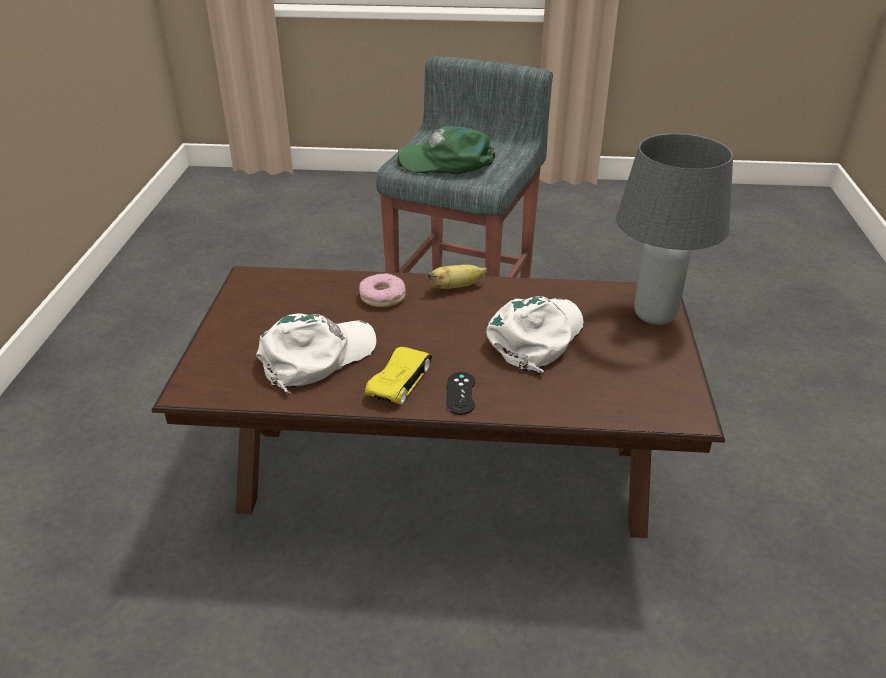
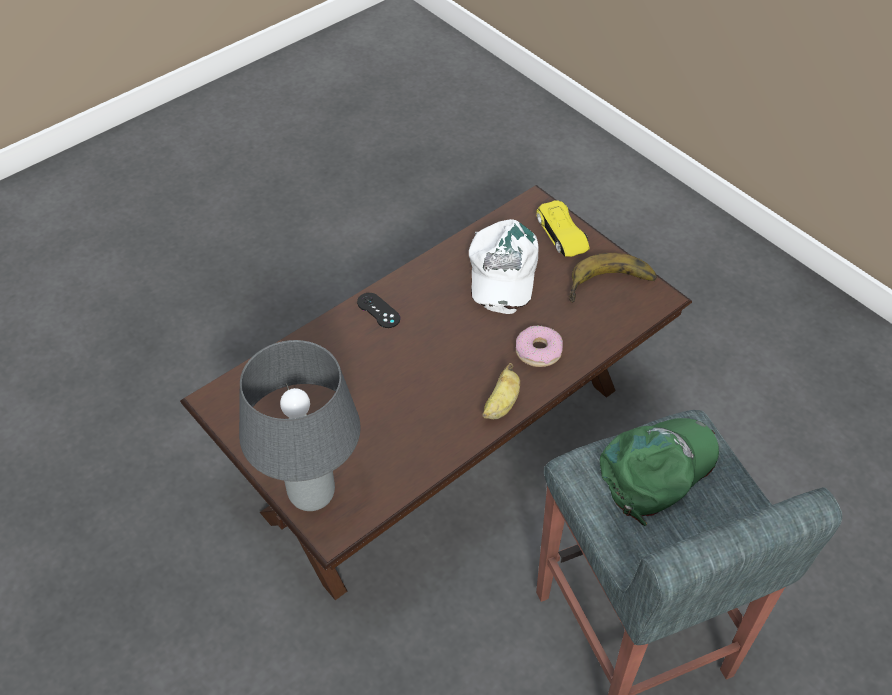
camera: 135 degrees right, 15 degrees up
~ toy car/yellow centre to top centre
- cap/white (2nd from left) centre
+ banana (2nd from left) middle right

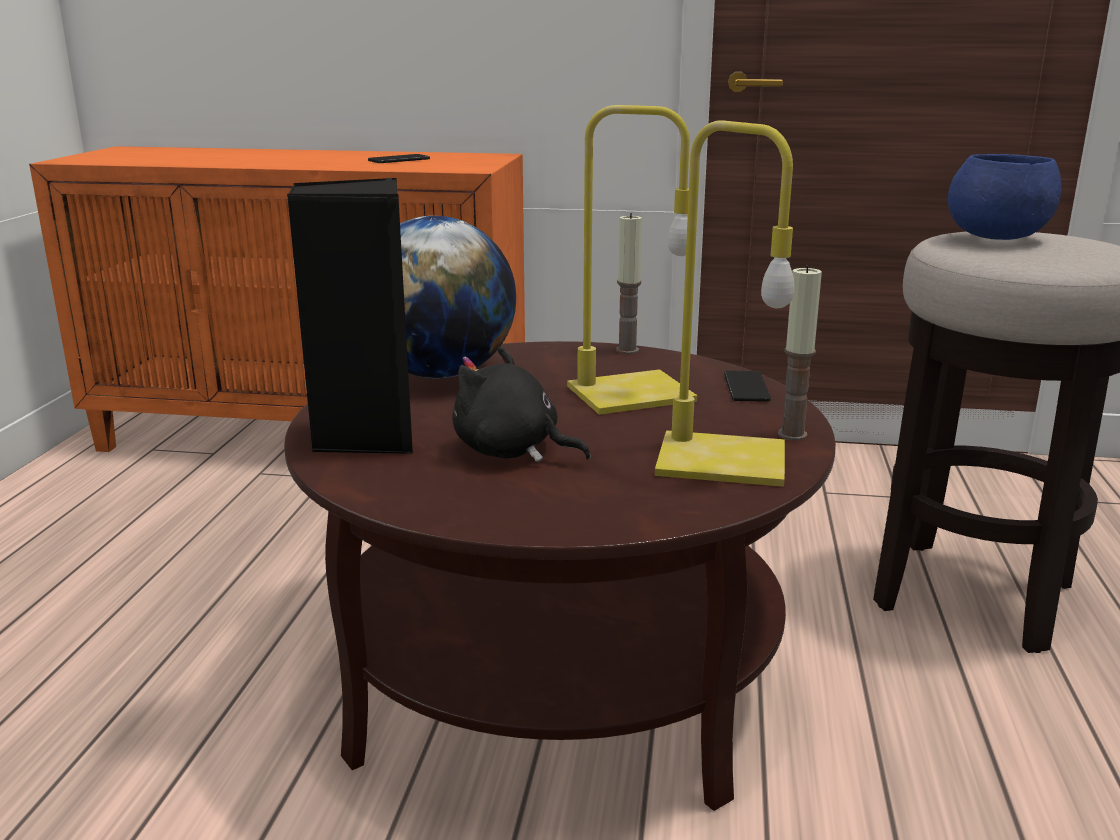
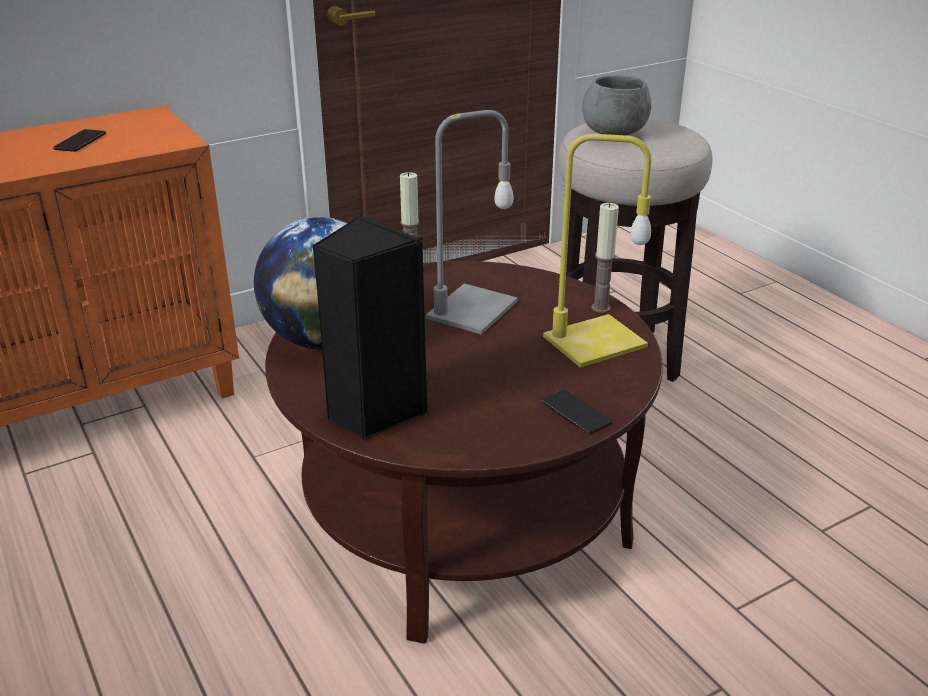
camera: 40 degrees left, 10 degrees up
- plush toy/black centre
~ table lamp/yellow (1st from left) top centre to table lamp/grey top centre
~ phone (2nd from left) middle right to centre
~ bowl/blue top right to bowl/grey top centre

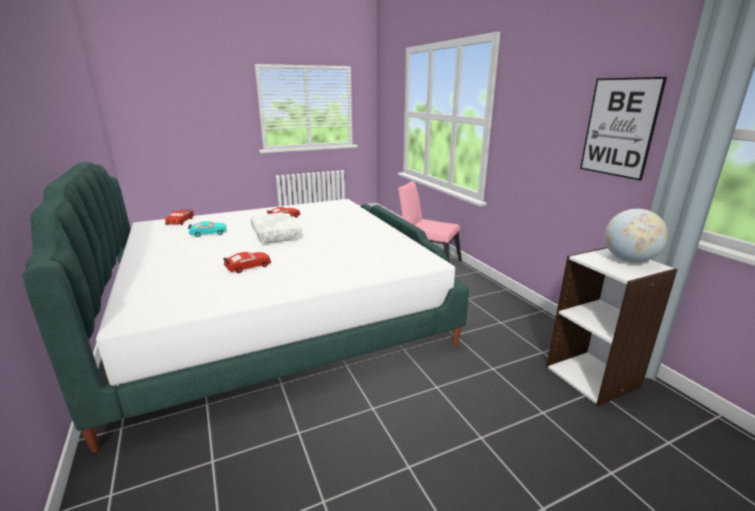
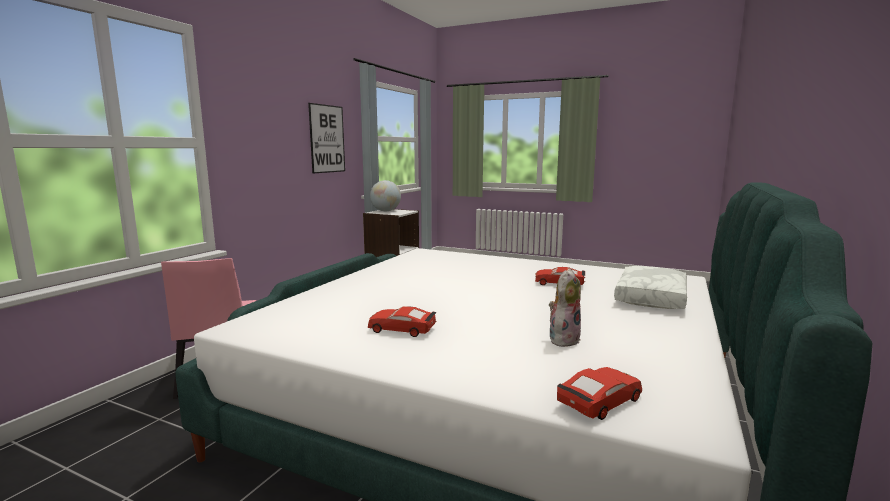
camera: 130 degrees left, 10 degrees down
~ toy car/turquoise middle left to plush toy centre
~ pillow/white centre to middle right

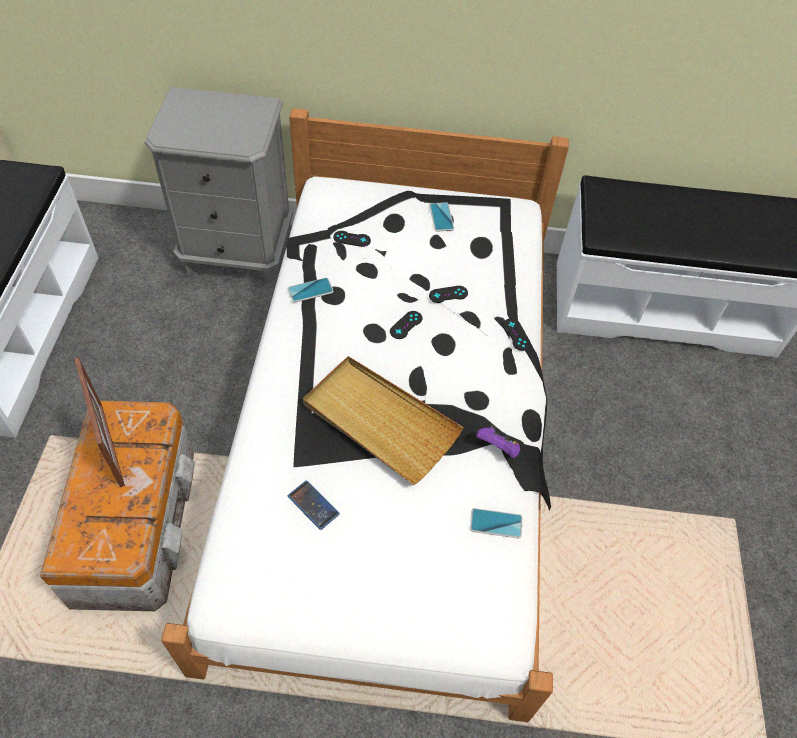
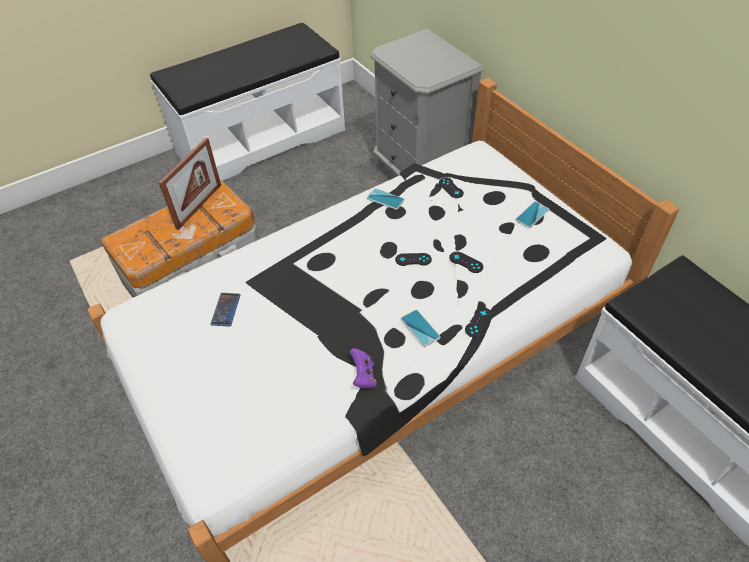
camera: 55 degrees right, 5 degrees down
- tray/beige centre
~ phone (4th from left in the first image) bottom centre to phone (3rd from left) centre

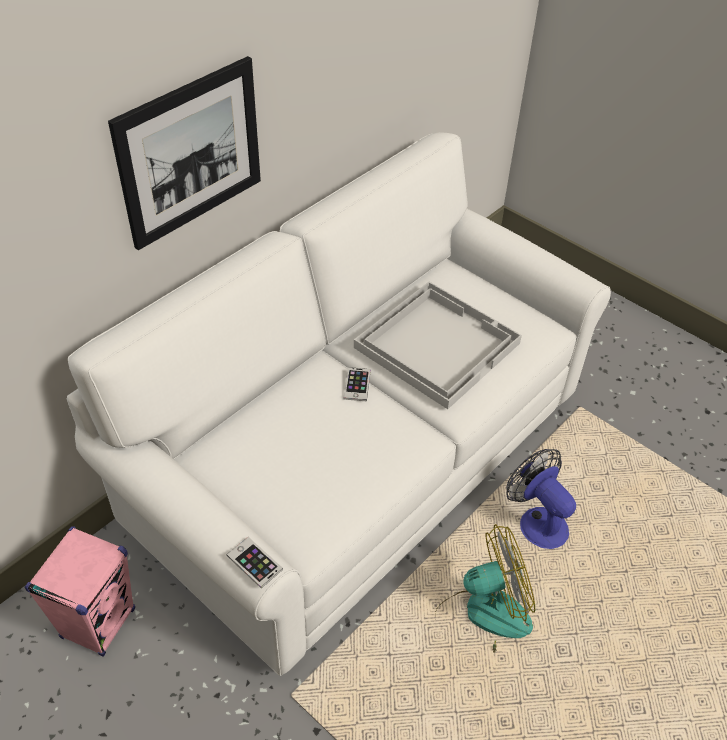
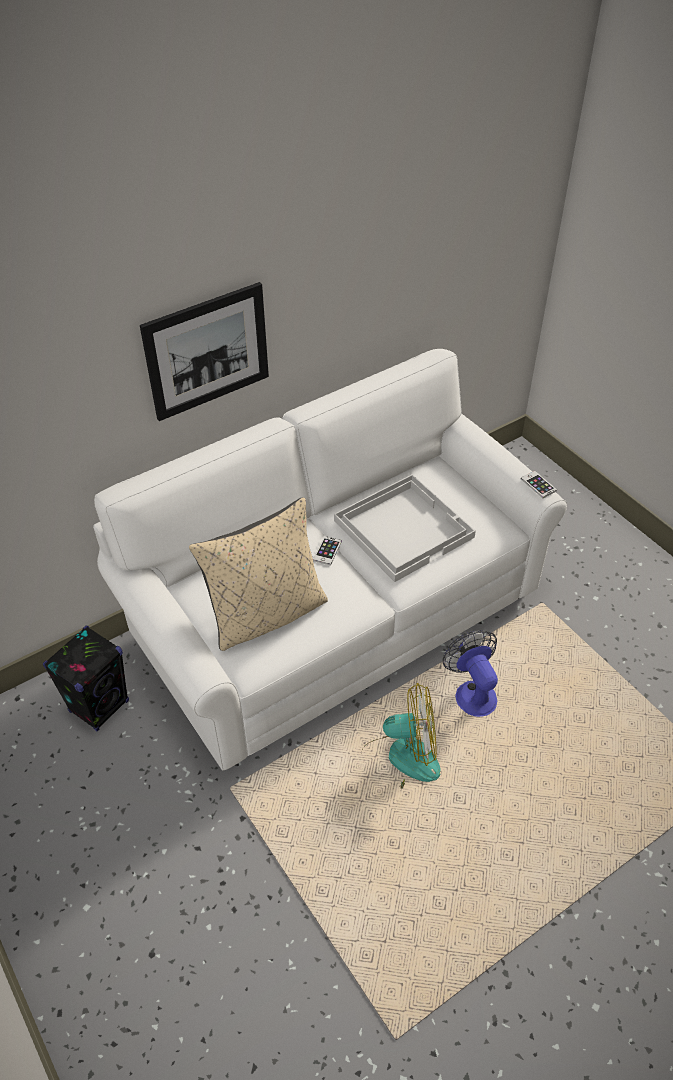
camera: 15 degrees right, 0 degrees up
~ speaker/pink bottom left to speaker/black middle left
~ phone (1st from left in the first image) bottom centre to phone (2nd from left) middle right
+ pillow/beige centre

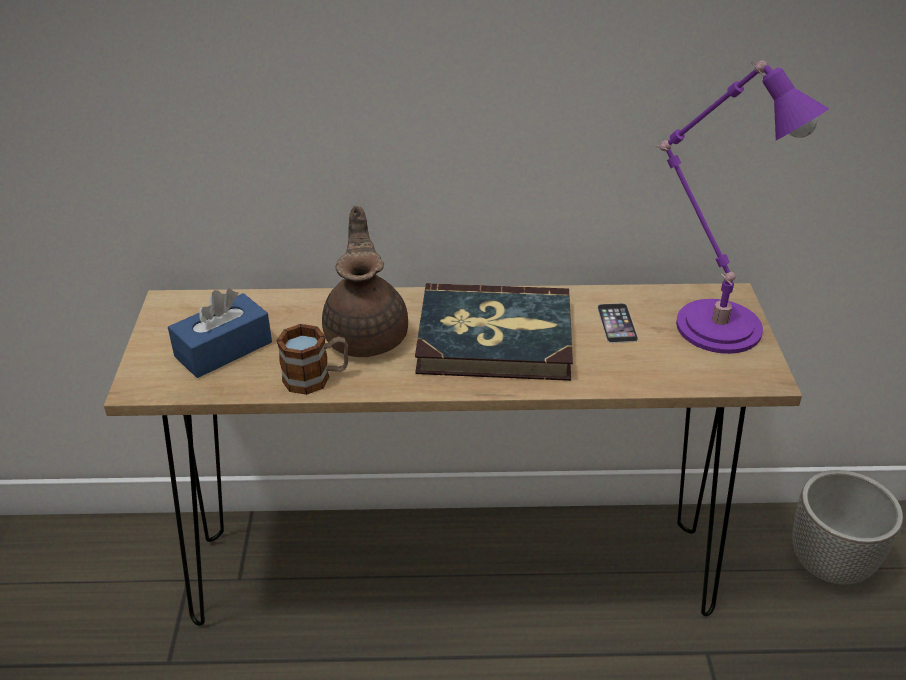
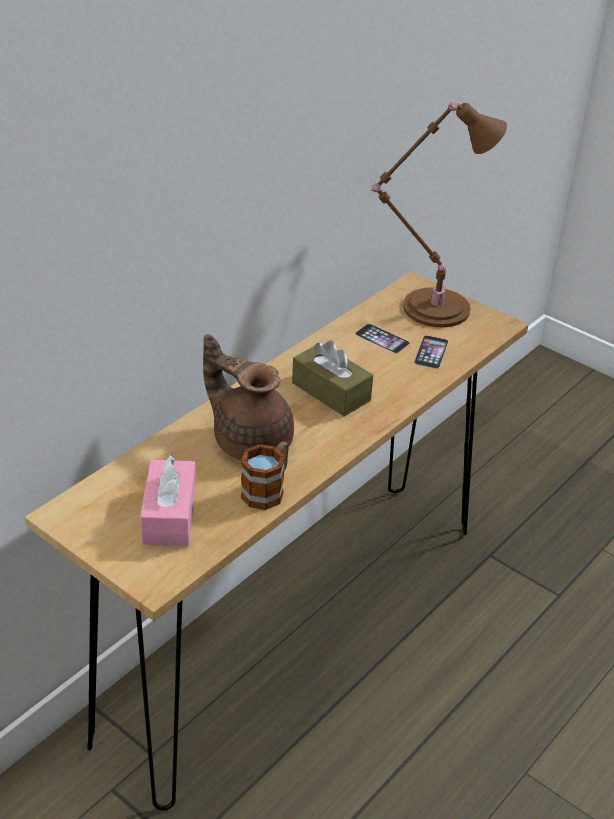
camera: 50 degrees left, 0 degrees up
~ tissue box/blue middle left to tissue box/pink middle left
~ book centre to tissue box/brown centre
~ table lamp/purple top right to table lamp/brown top right
- planter bottom right
+ phone (2nd from left) middle right

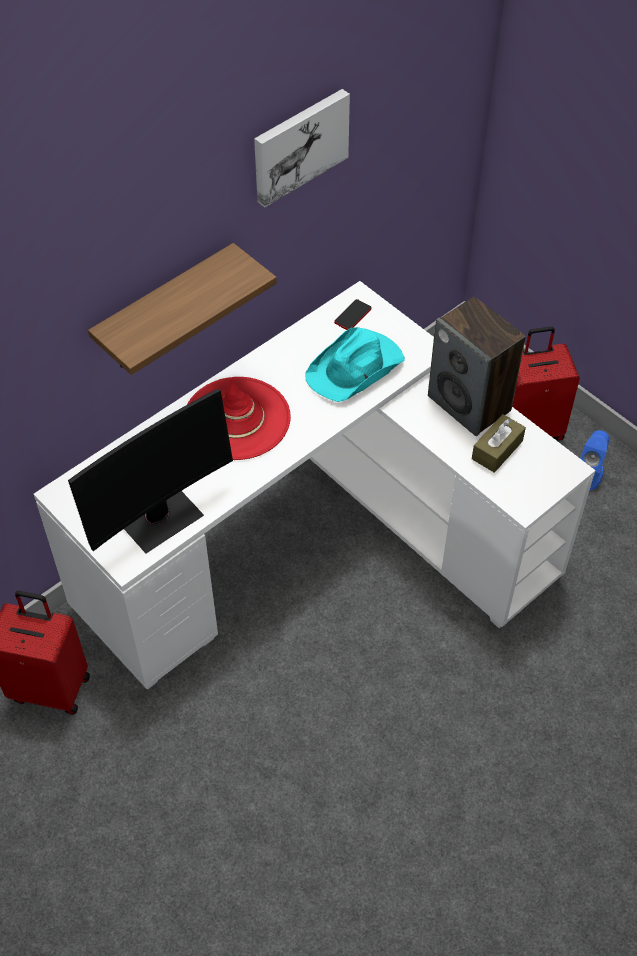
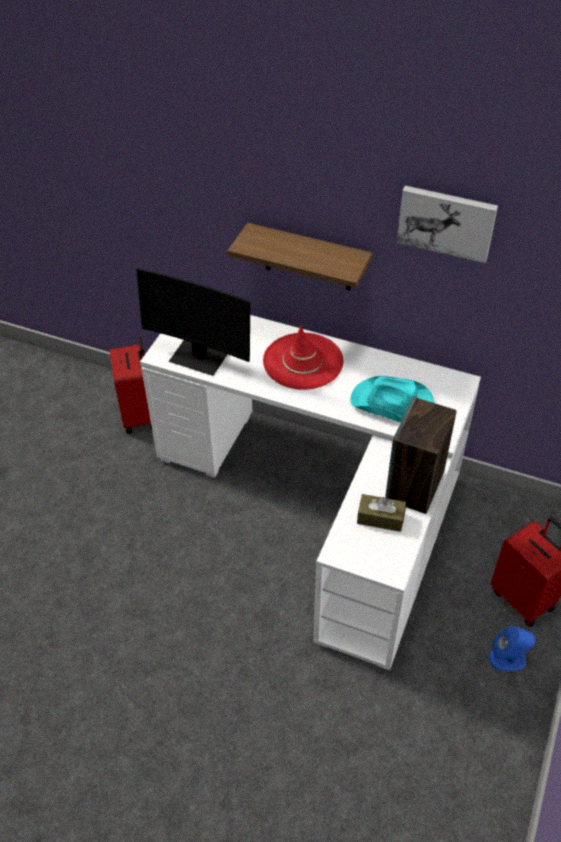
camera: 65 degrees right, 5 degrees down
- phone top centre

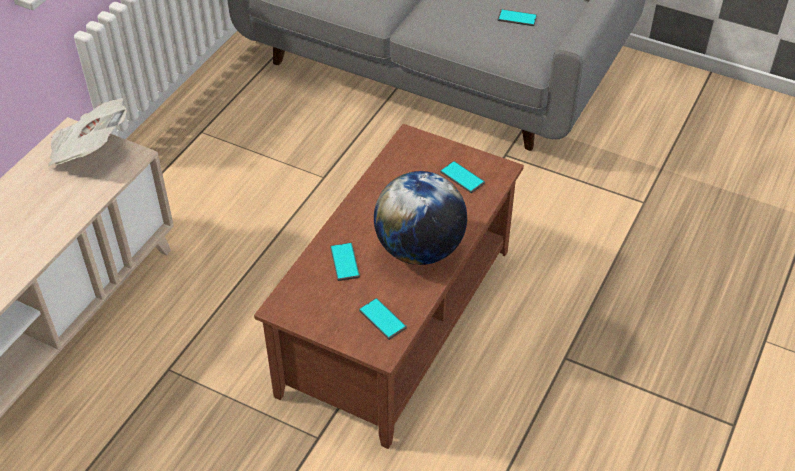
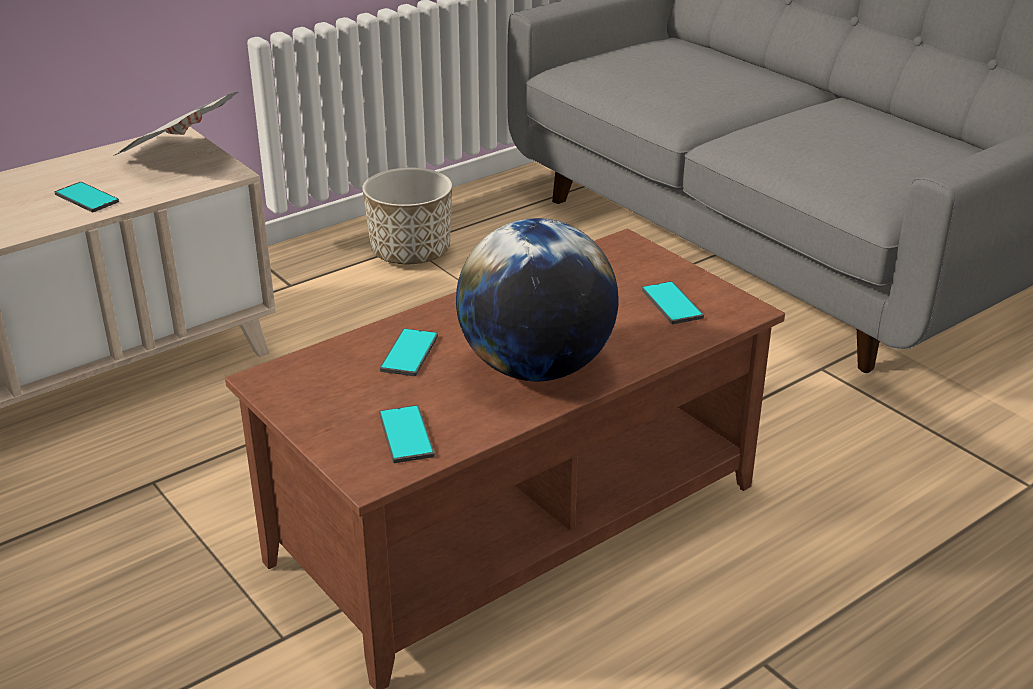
camera: 25 degrees right, 15 degrees down
~ phone (4th from left in the first image) top centre to phone (1st from left) top left
+ planter top centre

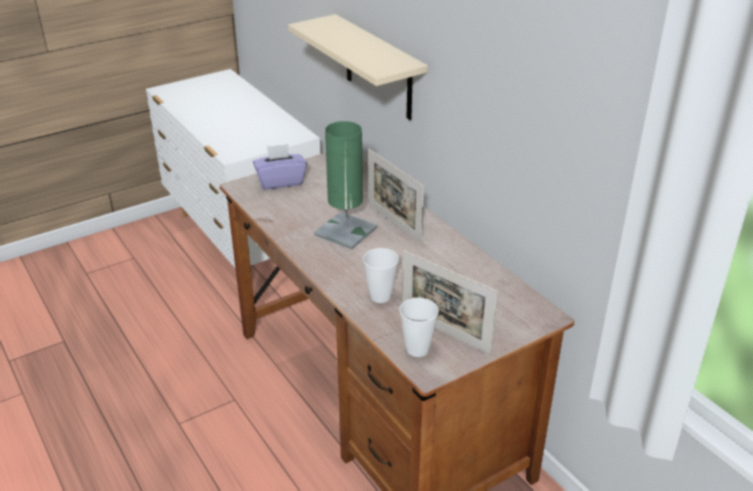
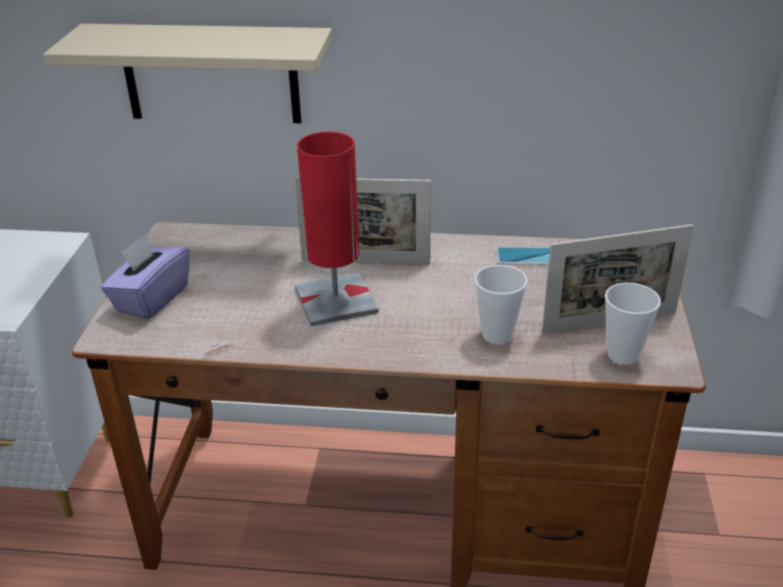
camera: 50 degrees left, 0 degrees up
~ table lamp/green centre to table lamp/red centre
+ phone middle right

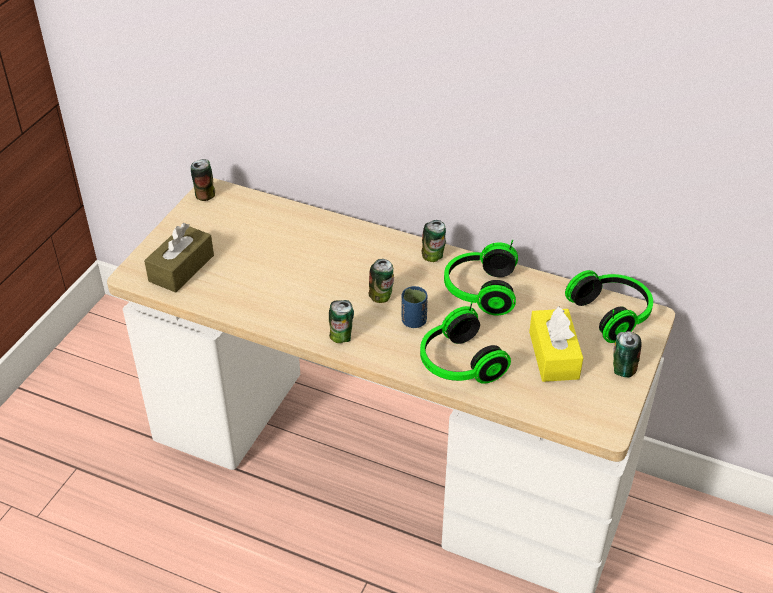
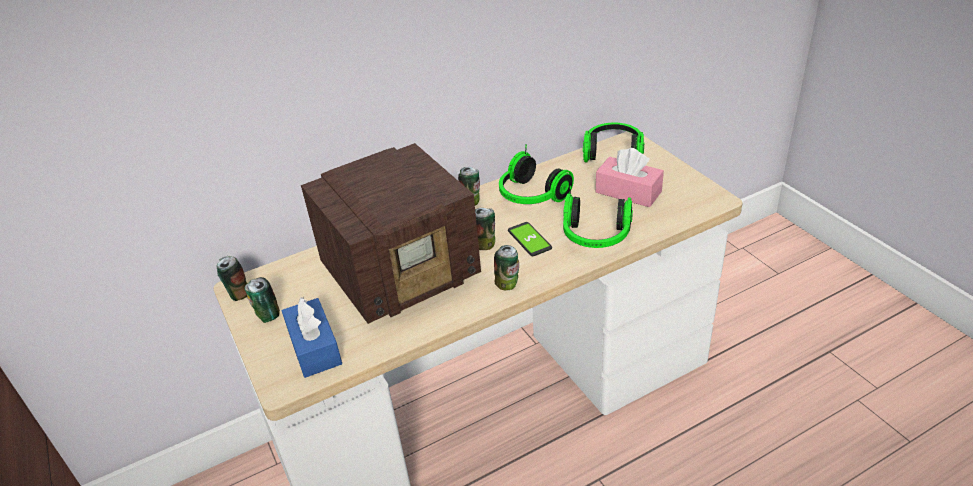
camera: 50 degrees left, 5 degrees down
~ tissue box/brown middle left to tissue box/blue bottom left
~ cup/blue centre to phone centre
~ tissue box/yellow middle right to tissue box/pink centre
~ can (5th from left in the first image) middle right to can (2nd from left) middle left
+ radio centre

